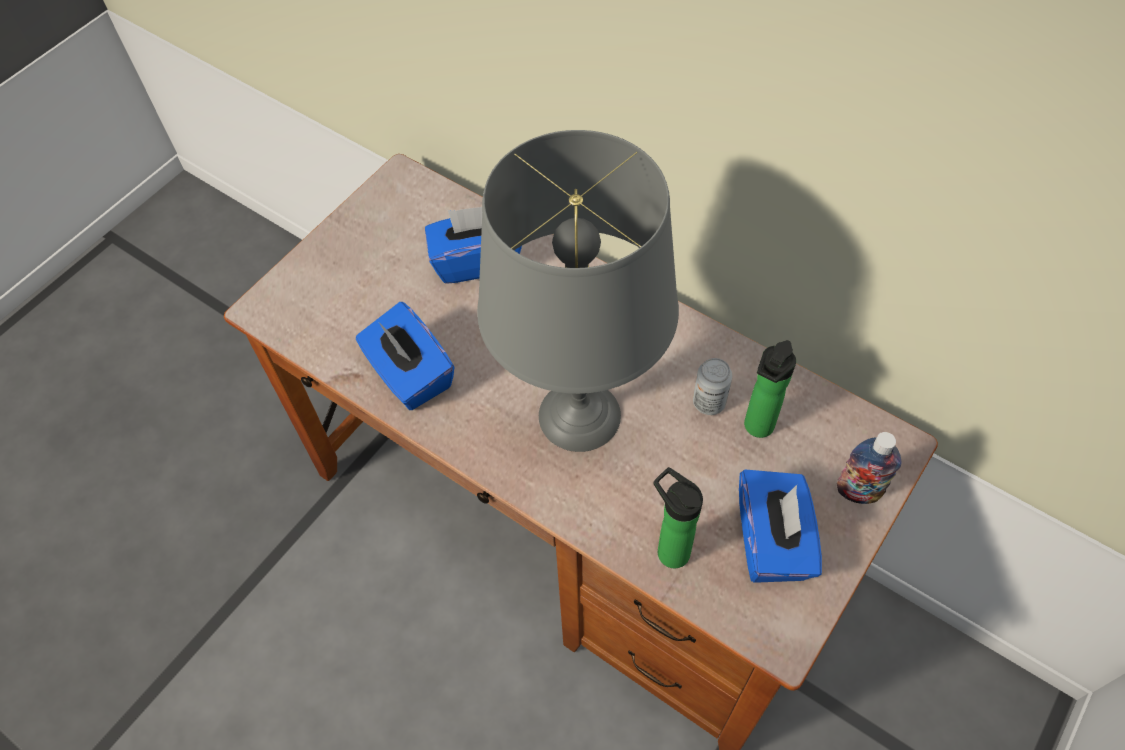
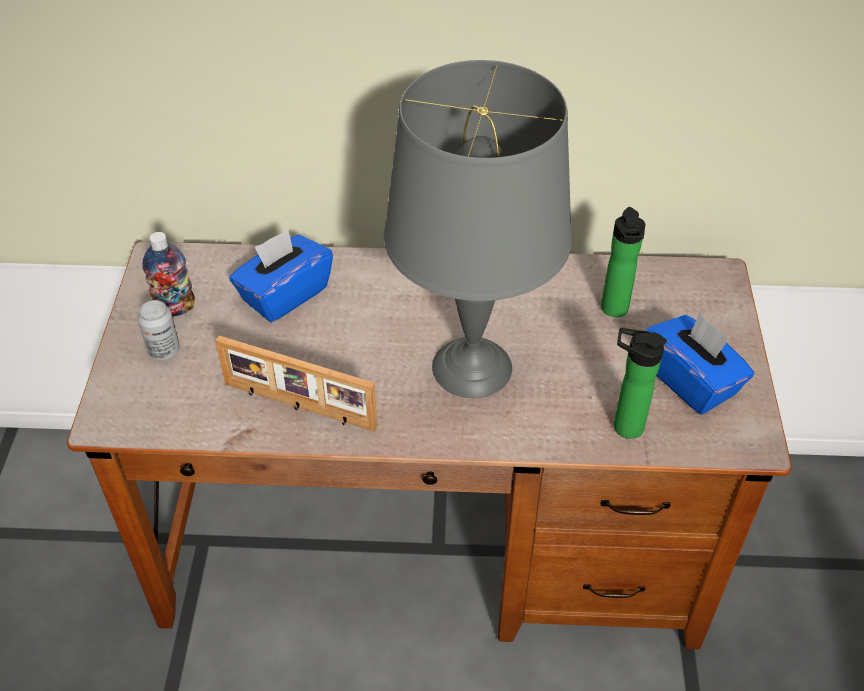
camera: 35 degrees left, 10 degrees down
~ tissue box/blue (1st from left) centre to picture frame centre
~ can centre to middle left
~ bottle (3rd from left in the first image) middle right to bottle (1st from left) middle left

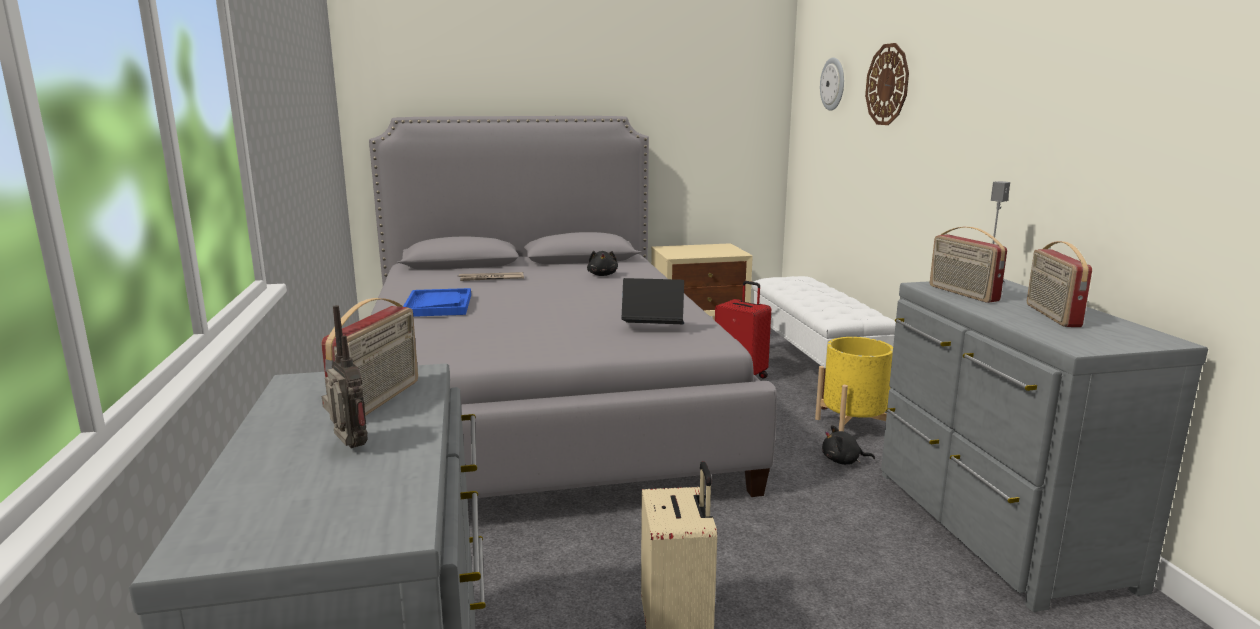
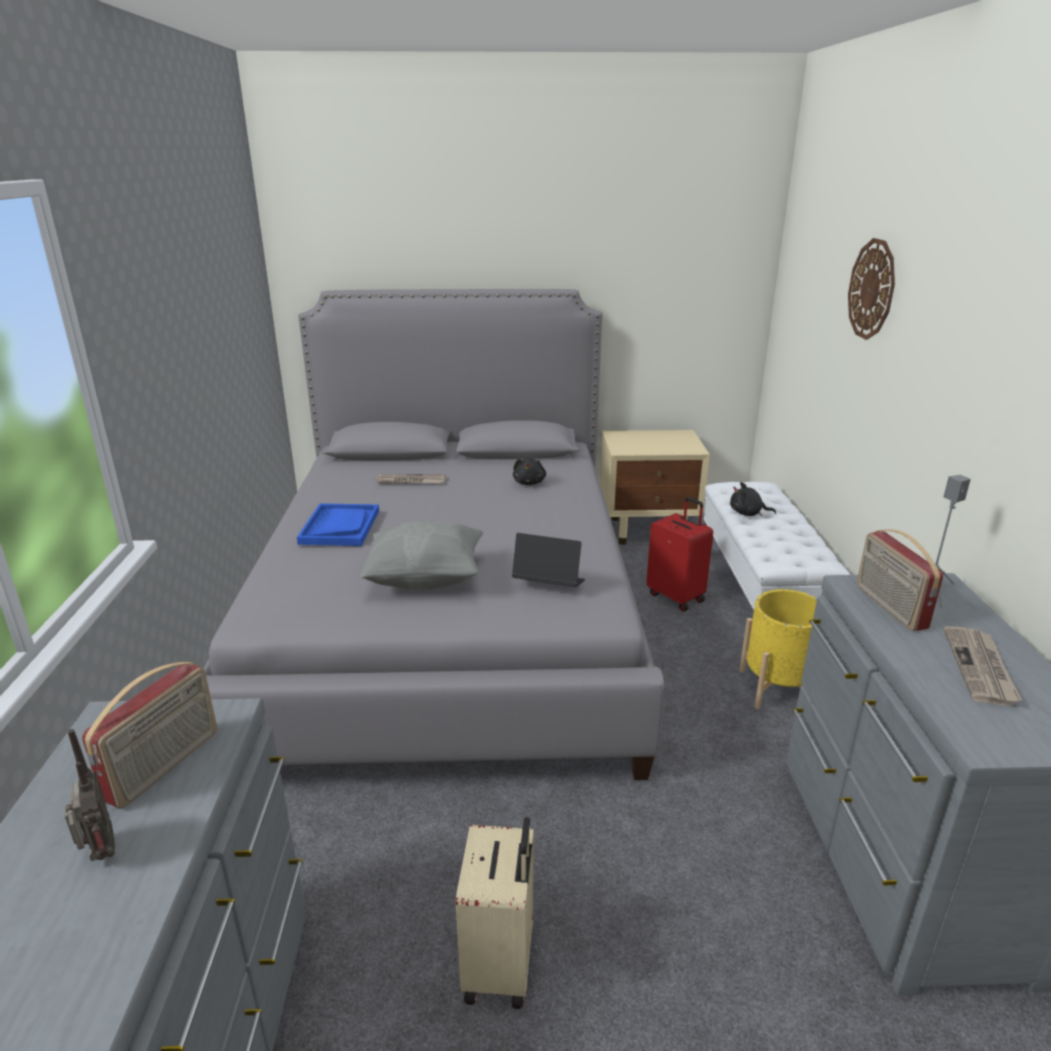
camera: 10 degrees right, 10 degrees up
- wall clock (1st from left) top centre
~ plush toy/black (2nd from left) bottom right to middle right
~ radio (4th from left) middle right to newspaper (2nd from left) middle right
+ pillow/grey centre

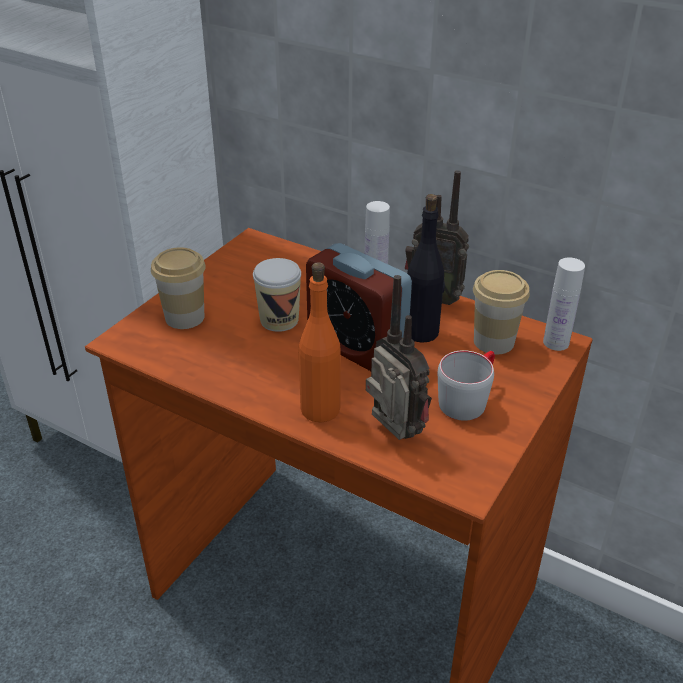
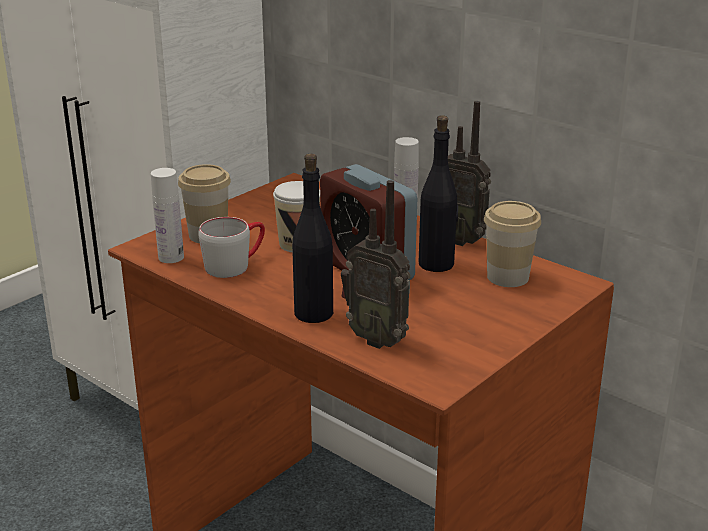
camera: 10 degrees right, 10 degrees down
~ bottle/orange centre to bottle/black (1st from left) centre
~ radio (1st from left) centre = centre 150 degrees clockwise
~ mug/grey middle right to middle left
~ bottle/white (2nd from left in the first image) middle right to bottle/white (1st from left) middle left

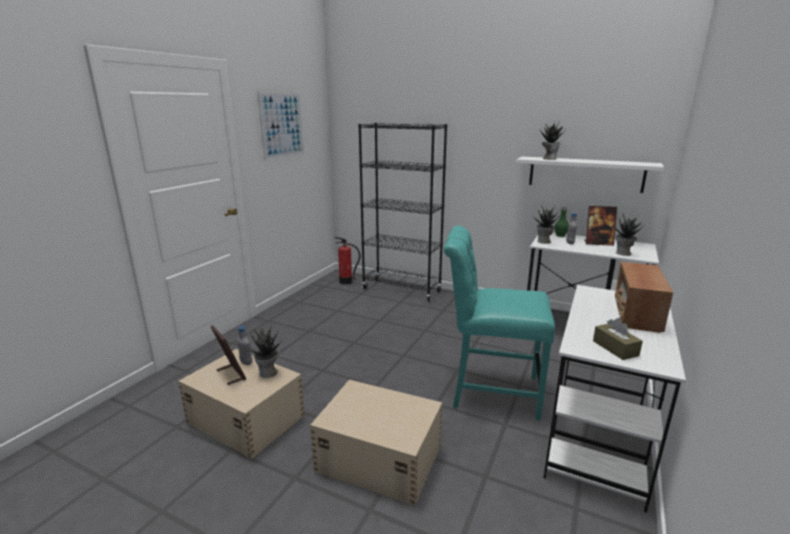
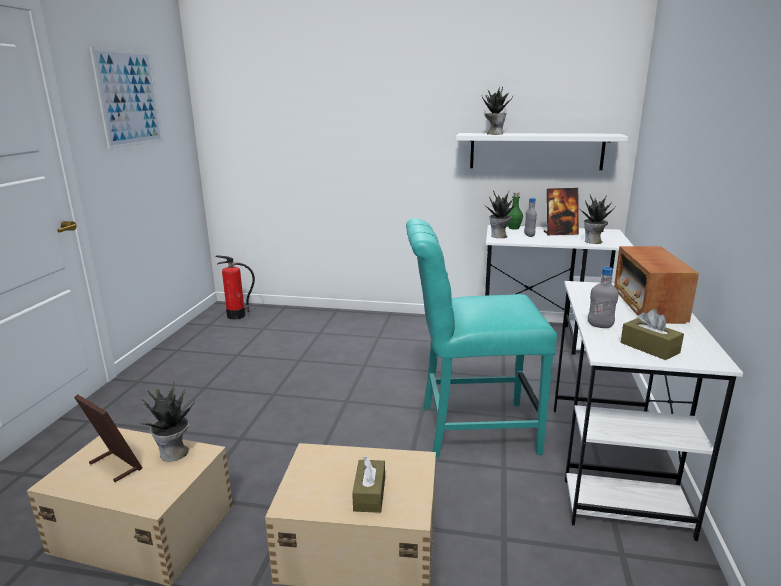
camera: 15 degrees left, 0 degrees up
~ bottle/grey (1st from left in the first image) middle left to bottle/grey (2nd from left) middle right
- bookcase/black centre
+ tissue box/brown (1st from left) bottom centre

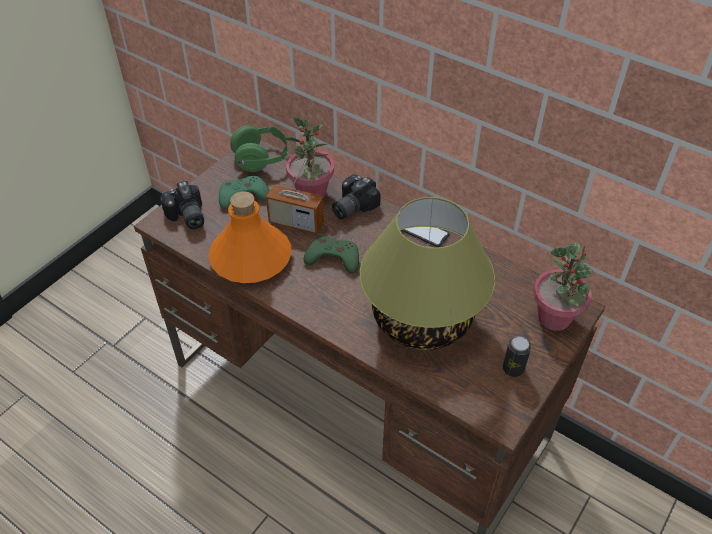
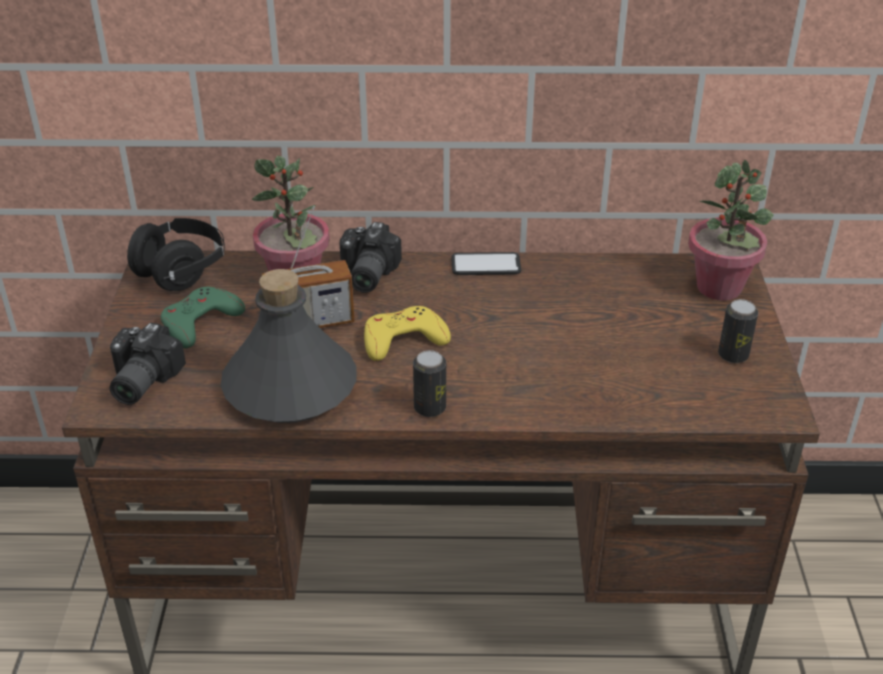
camera: 35 degrees left, 10 degrees down
~ photo camera (1st from left) middle left = middle left 75 degrees clockwise
~ bottle/orange centre to bottle/grey middle left
~ headphones/green top centre to headphones/black middle left
~ game controller/green (2nd from left) centre to game controller/yellow centre
- table lamp centre
+ can (1st from left) centre

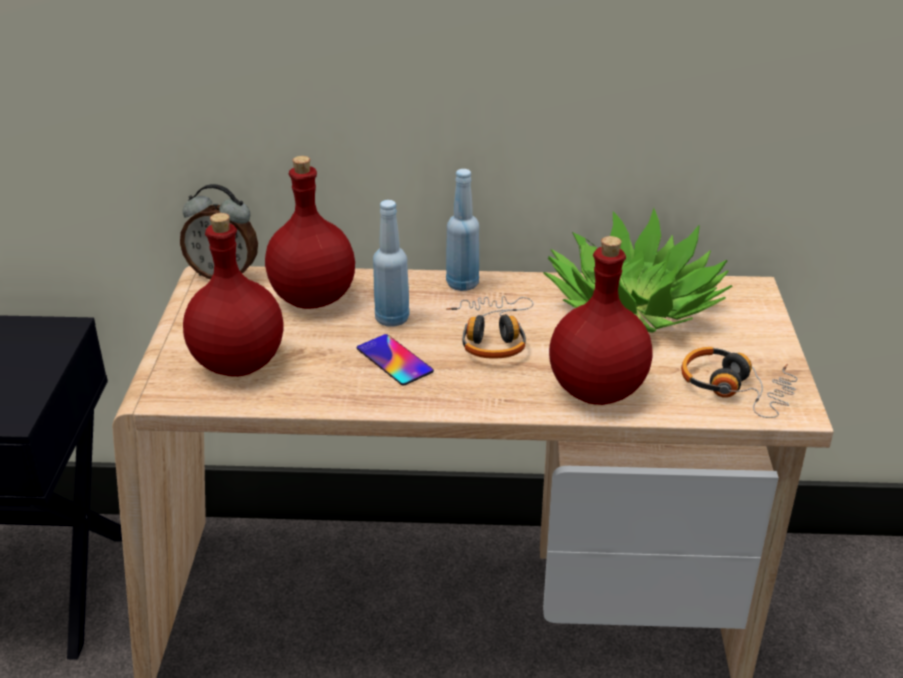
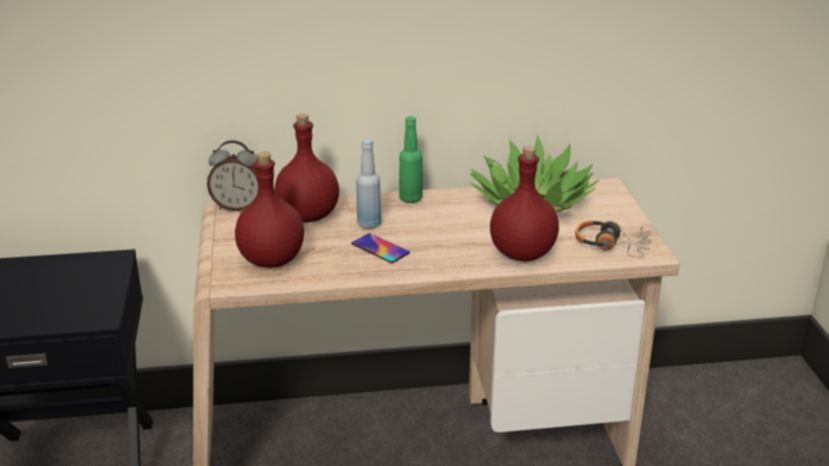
camera: 10 degrees left, 5 degrees down
~ bottle/blue (2nd from left) centre to bottle/green centre
- headphones (1st from left) centre

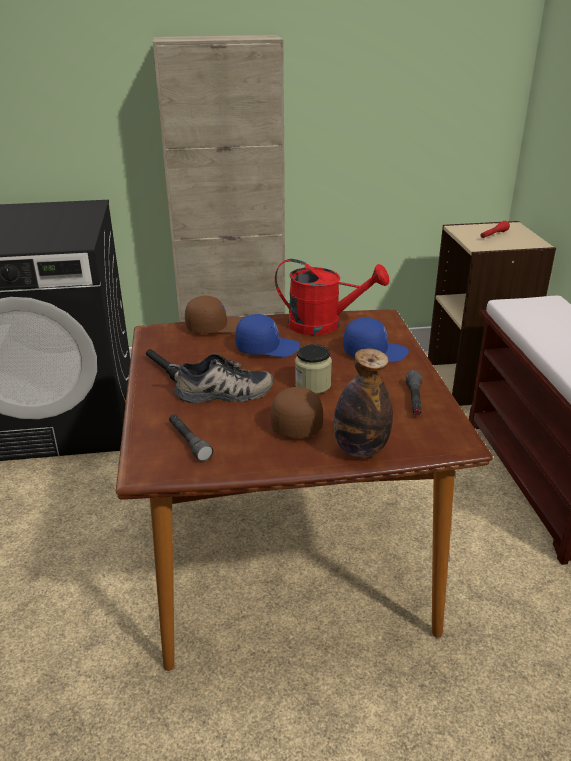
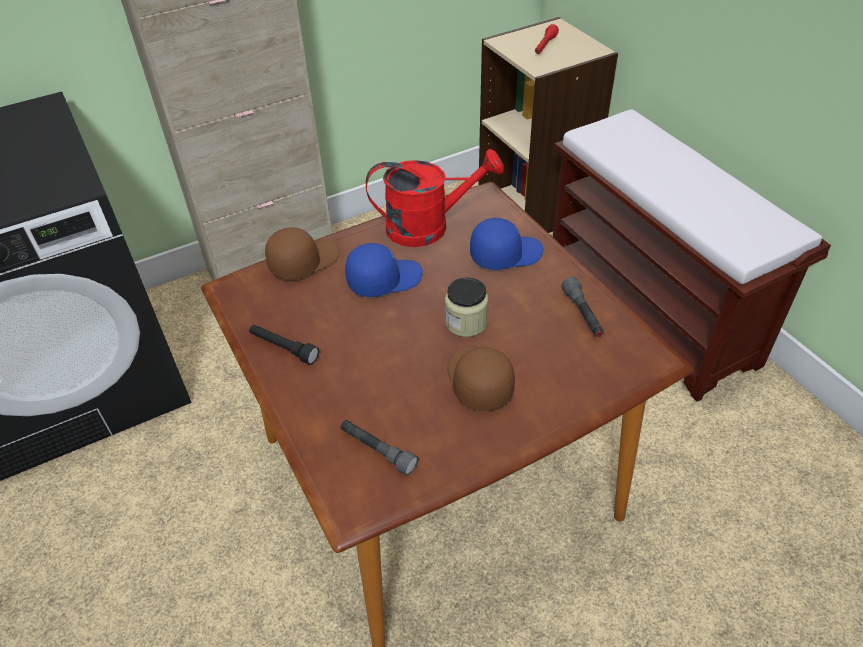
camera: 20 degrees left, 15 degrees up
- shoe centre
- bottle centre

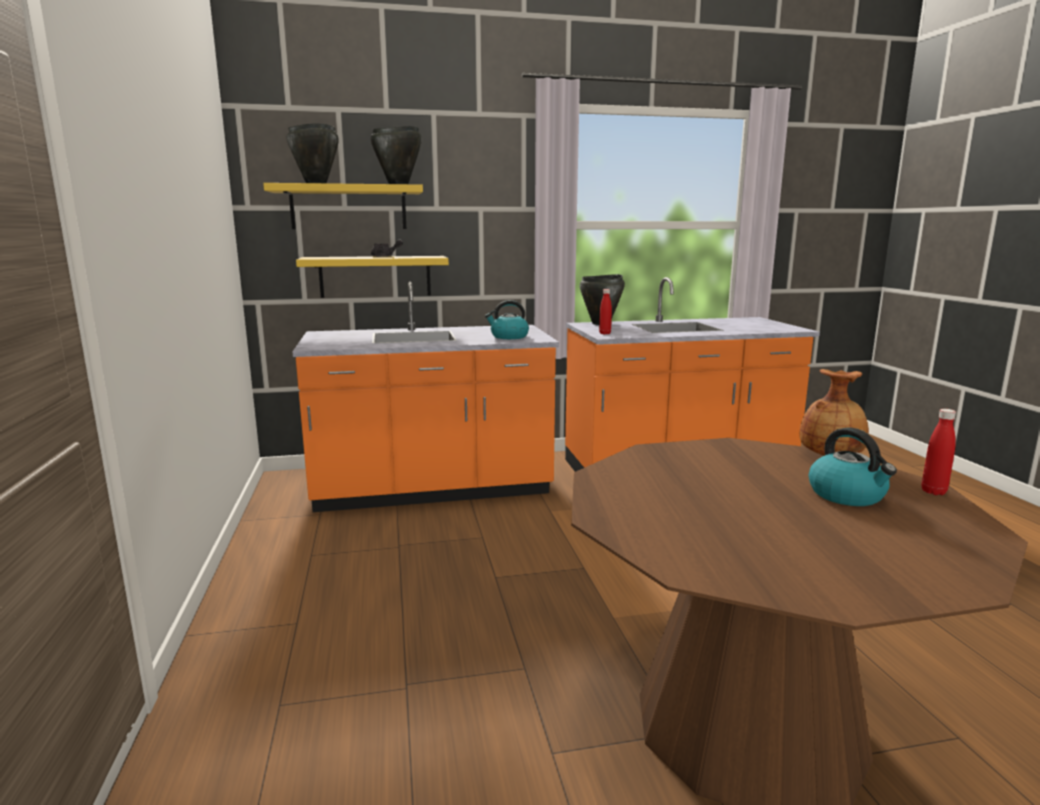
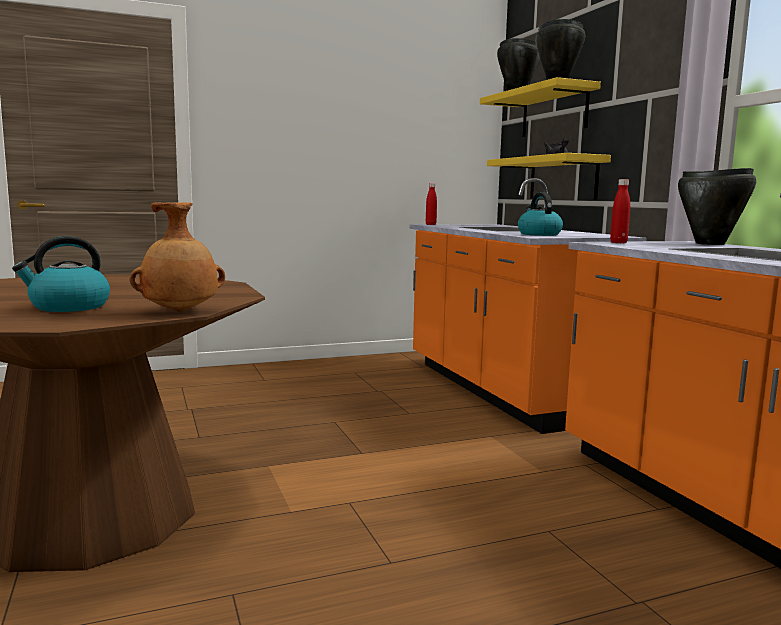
camera: 80 degrees right, 5 degrees down
~ bottle/red (2nd from left in the first image) middle right to bottle/red (1st from left) top centre

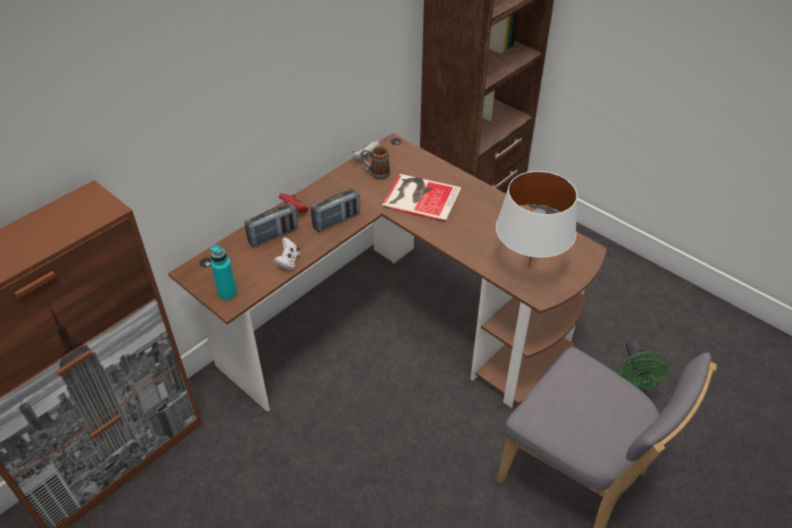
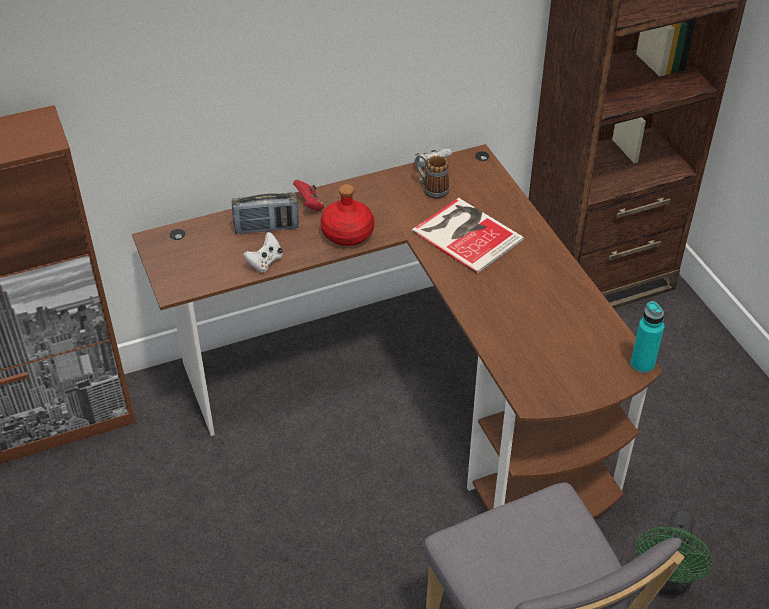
camera: 25 degrees right, 0 degrees up
~ bottle/turquoise middle left to middle right
~ radio (2nd from left) centre to bottle/red centre
- table lamp/white middle right

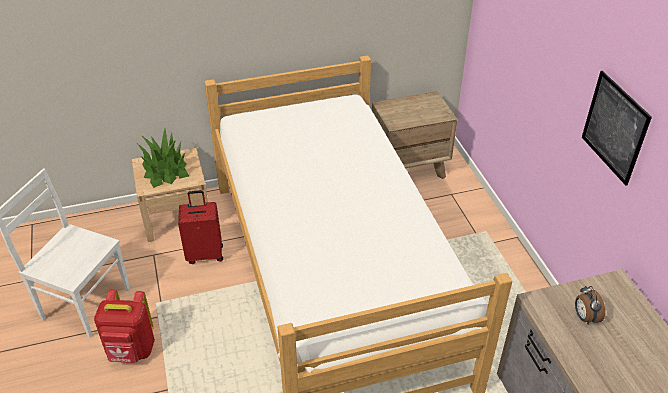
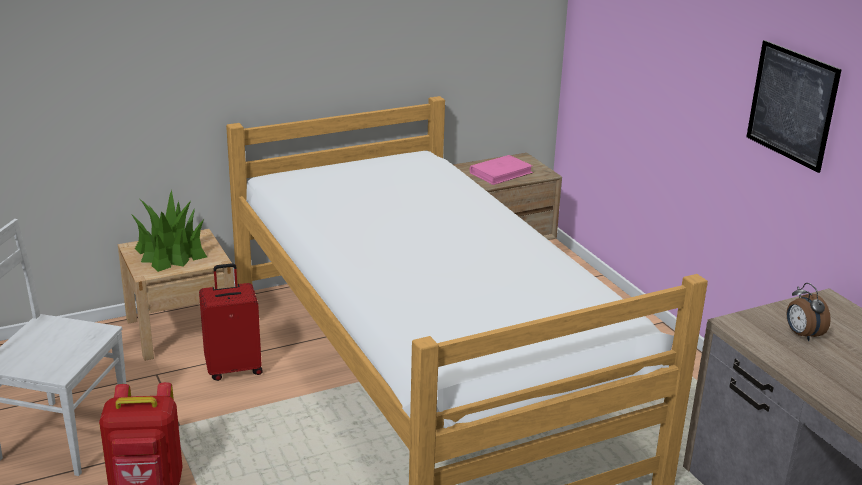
camera: 10 degrees left, 15 degrees down
+ book/pink centre

